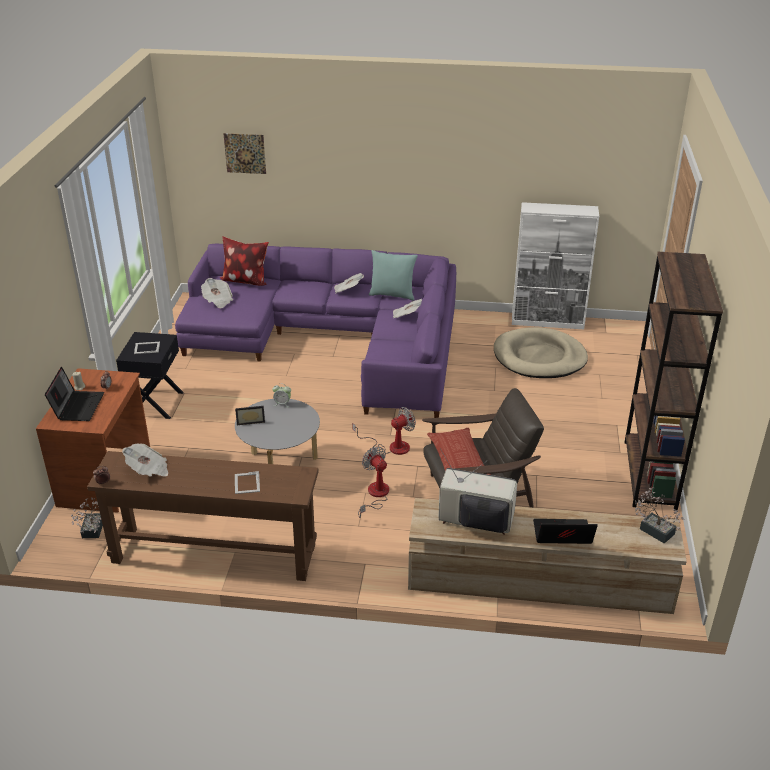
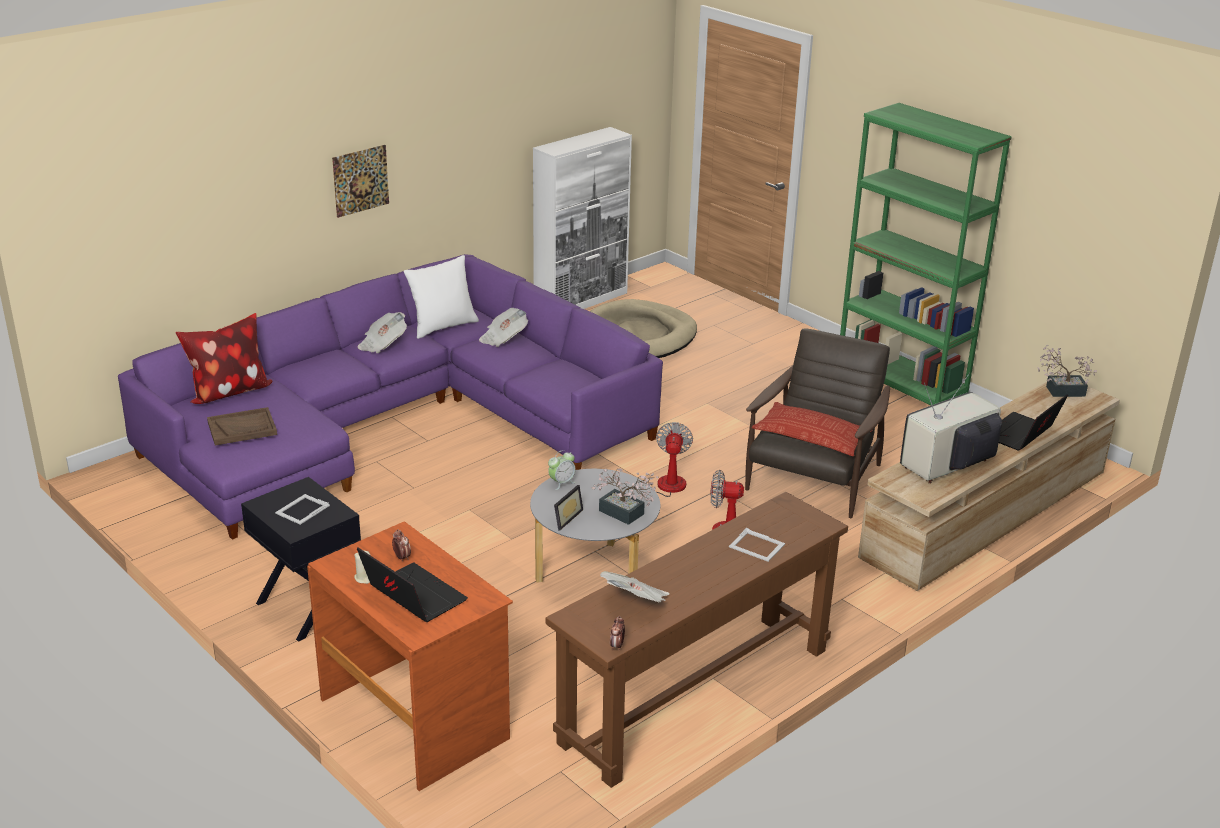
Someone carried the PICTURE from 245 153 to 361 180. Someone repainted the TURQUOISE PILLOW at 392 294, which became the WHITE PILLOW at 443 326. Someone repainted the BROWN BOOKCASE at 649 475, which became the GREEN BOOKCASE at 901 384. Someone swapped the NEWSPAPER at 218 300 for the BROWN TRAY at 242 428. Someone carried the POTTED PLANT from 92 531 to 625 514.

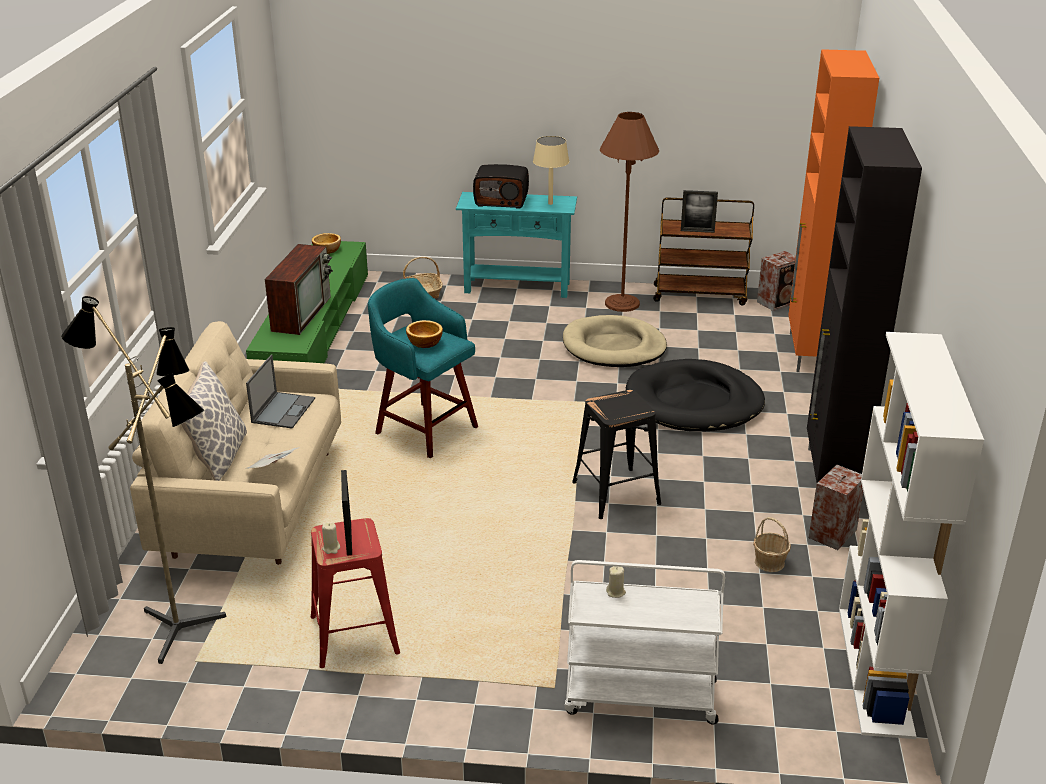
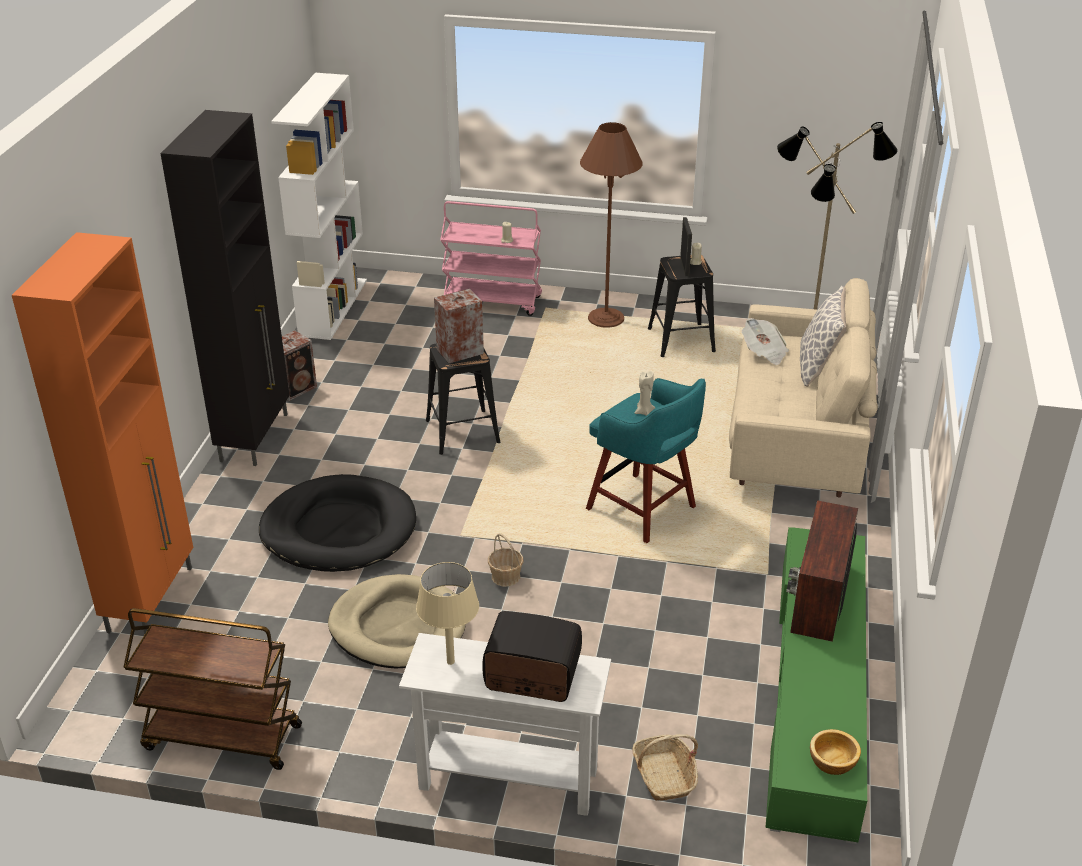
Someone carried the BROWN FLOOR LAMP from 622 303 to 606 318. Someone took away the PICTURE FRAME at 697 231. Someone repainted the TURQUOISE CONSOLE TABLE at 517 287, which became the WHITE CONSOLE TABLE at 508 779. Someone carried the SPEAKER from 777 302 to 458 351. Someone swapped the BOWL at 424 342 for the BEIGE CANDLE at 644 412. Someone took away the LAPTOP at 283 410. Someone carried the BASKET from 769 562 to 505 577. Someone repainted the RED STOOL at 355 635, which became the BLACK STOOL at 680 341. Someone repainted the WHITE CART at 639 698, which became the PINK CART at 492 301.

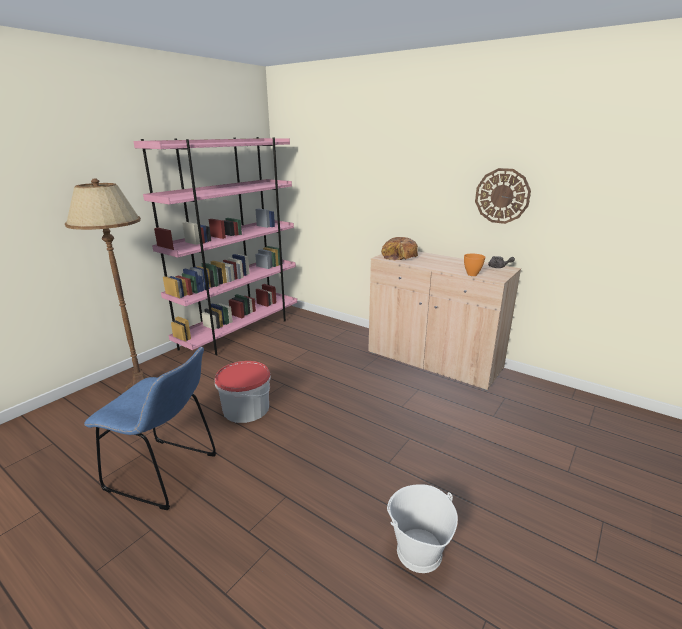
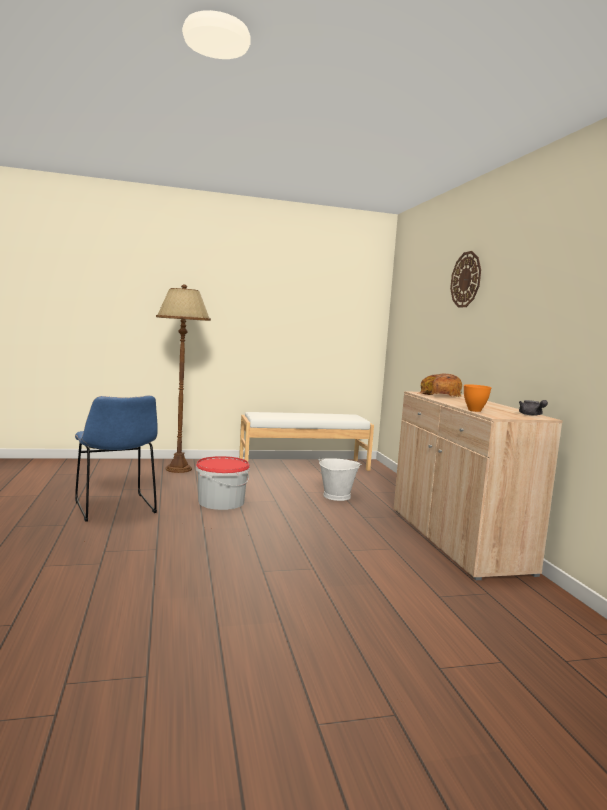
Someone swapped the PINK BOOKCASE at 240 331 for the WHITE BENCH at 303 465. Someone carried the WALL CLOCK from 502 196 to 466 279. Someone carried the WHITE BUCKET from 418 552 to 336 496.

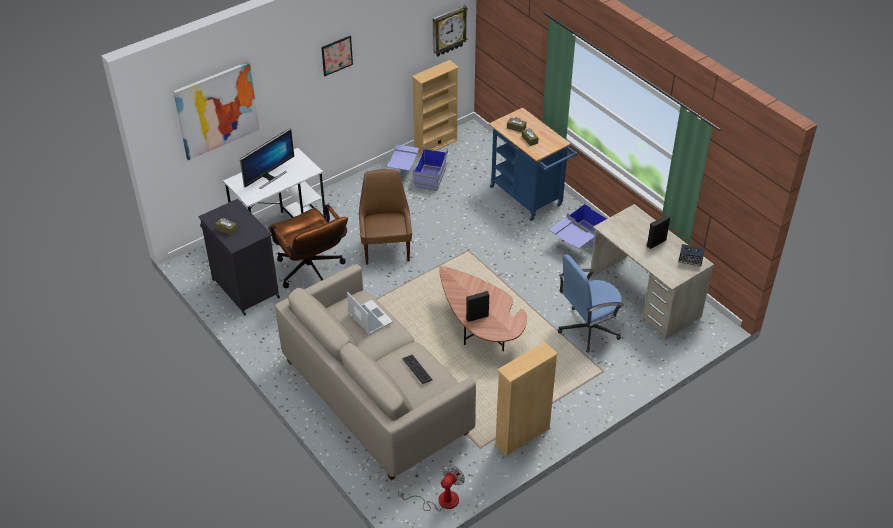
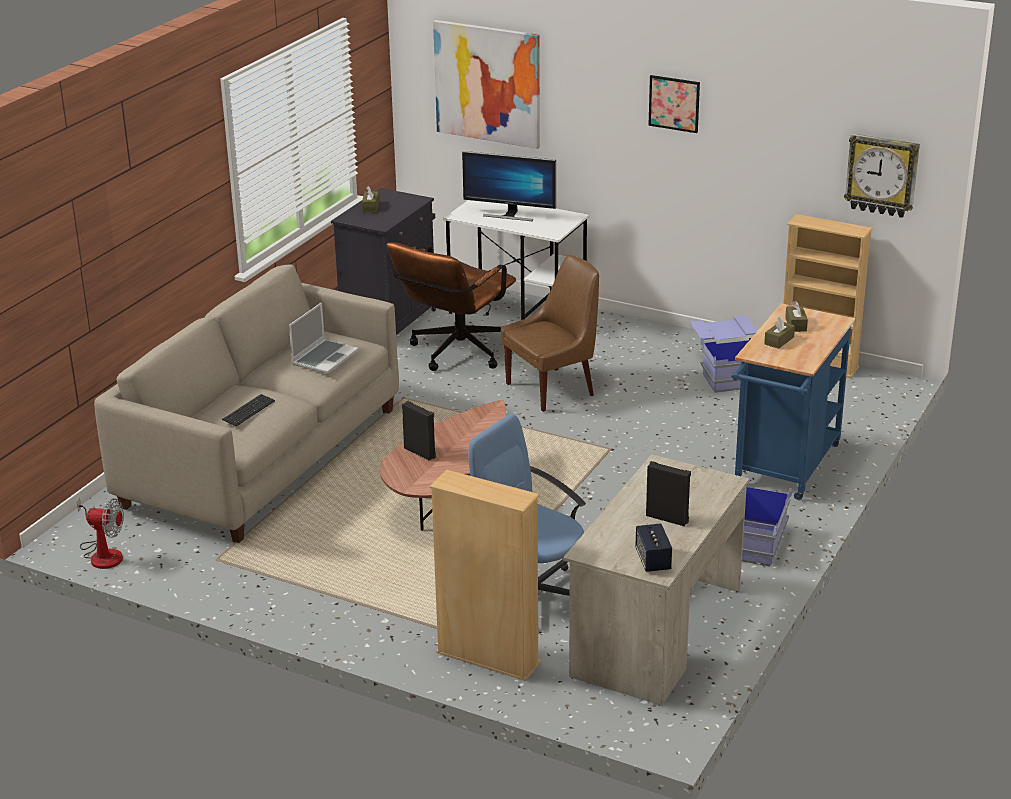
Someone carried the BEIGE BOOKCASE from 522 436 to 488 658.

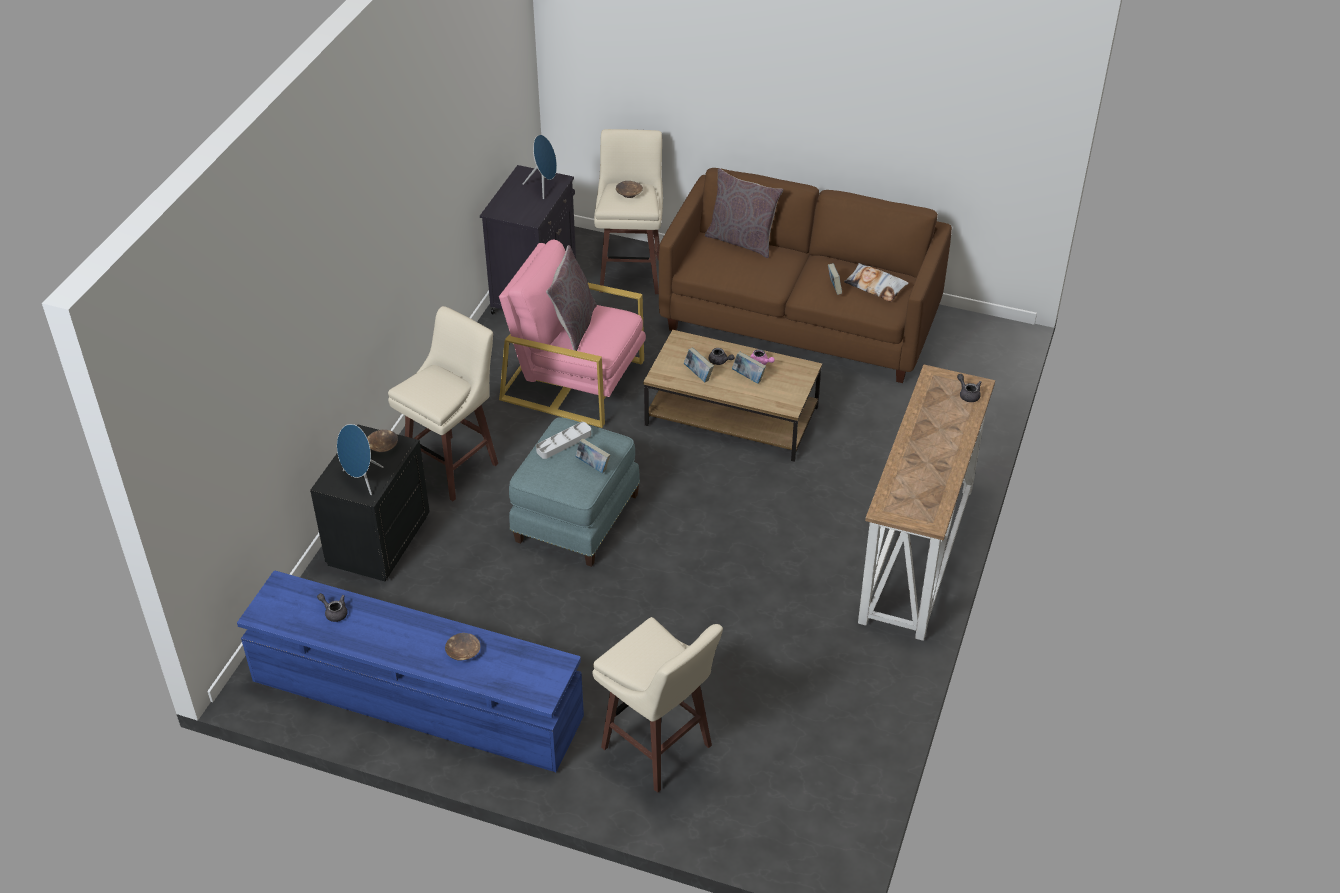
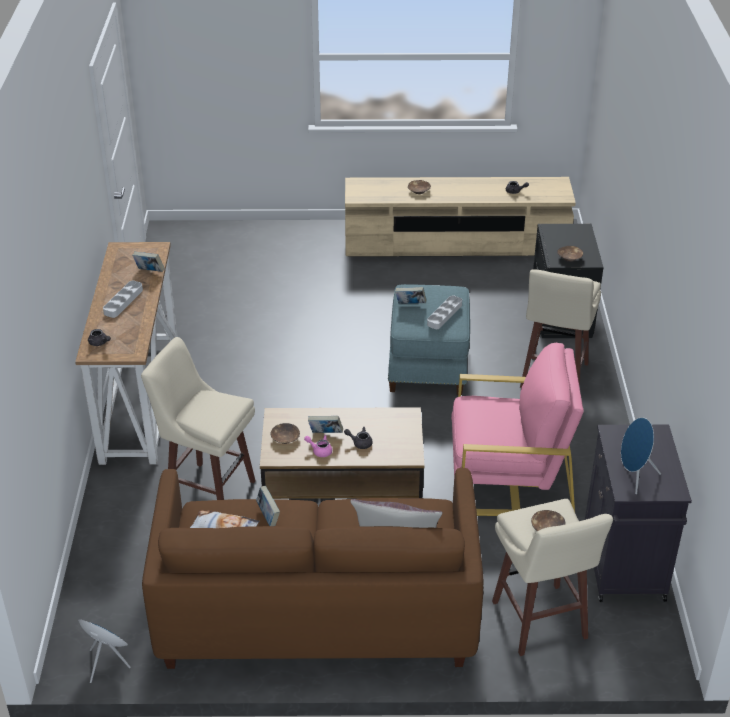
Someone took away the GREY PILLOW at 573 326. Someone carried the BOOK from 698 374 to 149 271. Someone carried the BLUE SPEAKER from 361 480 to 106 663. Someone repainted the BLUE TV STAND at 417 699, which became the BEIGE TV STAND at 455 243. Someone carried the BEIGE STOOL from 658 749 to 209 491. Someone put down the GREY TRAY at 123 301. Someone put down the BROWN BOWL at 285 438.

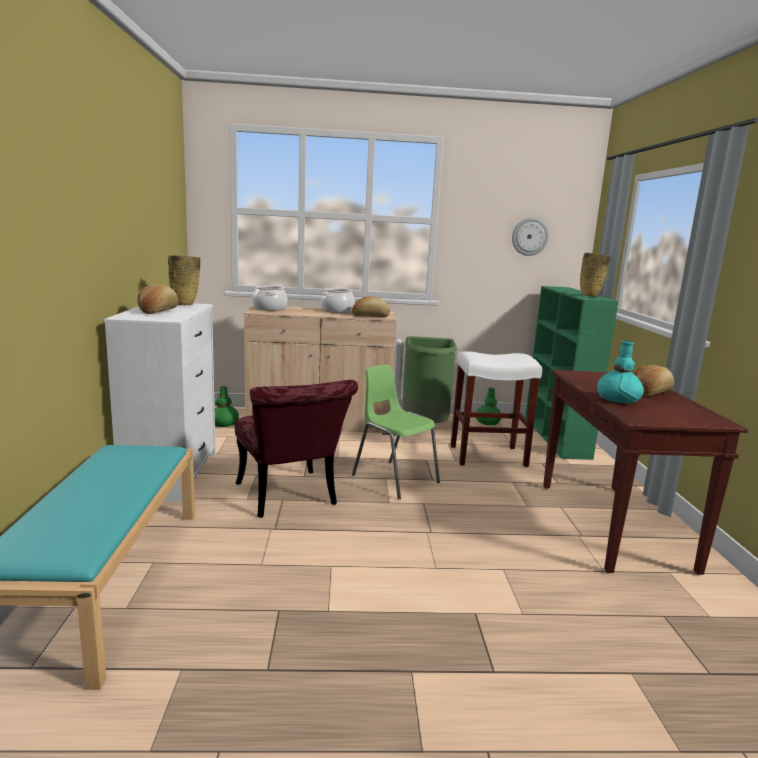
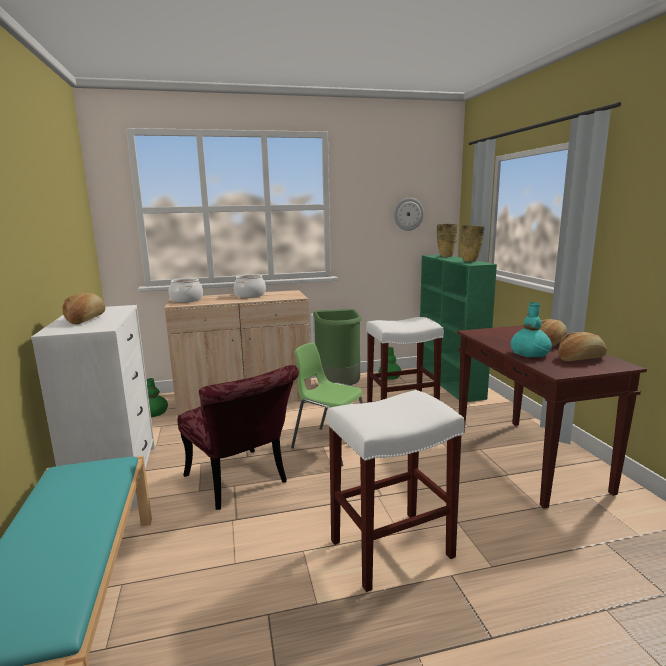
Someone carried the BEIGE VASE from 186 305 to 446 256. Someone carried the BREAD from 370 316 to 580 359. Someone put down the WHITE STOOL at 392 548.

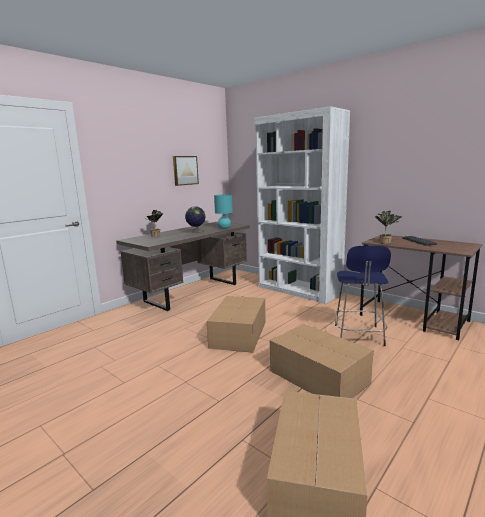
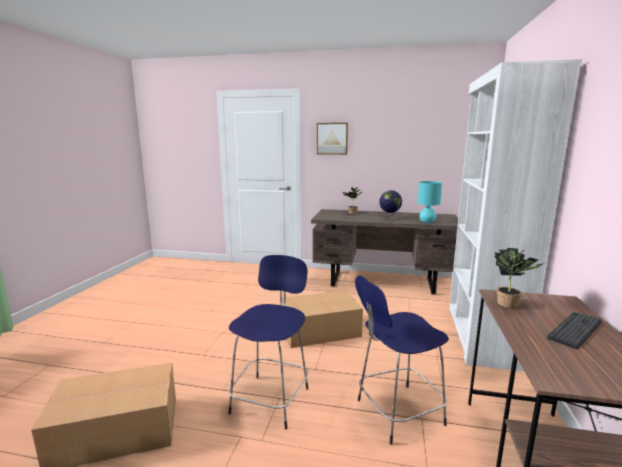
Someone carried the PICTURE from 185 170 to 332 138. Someone swapped the CARDBOARD BOX at 318 376 for the BLUE STOOL at 271 398.

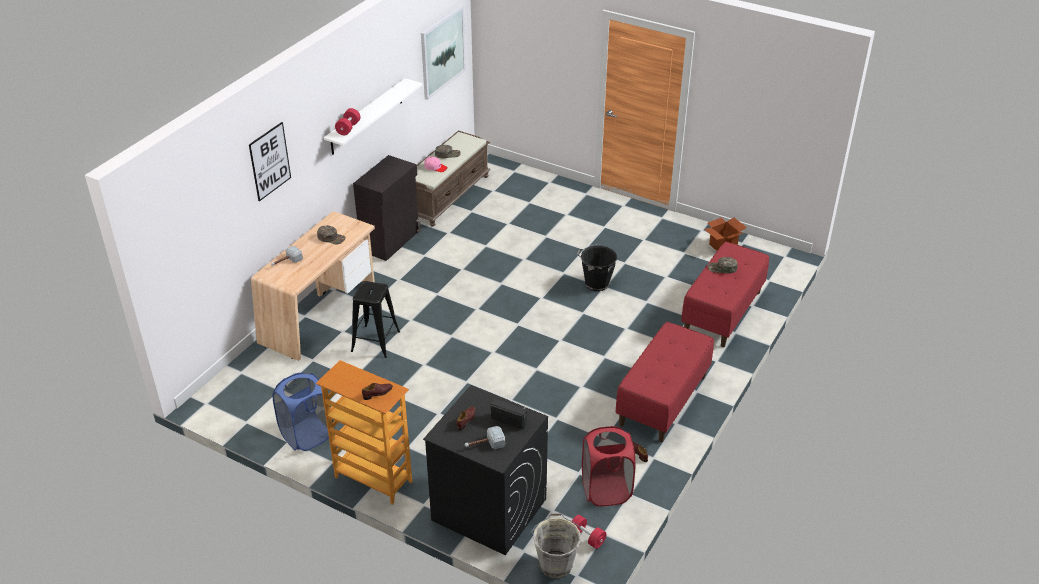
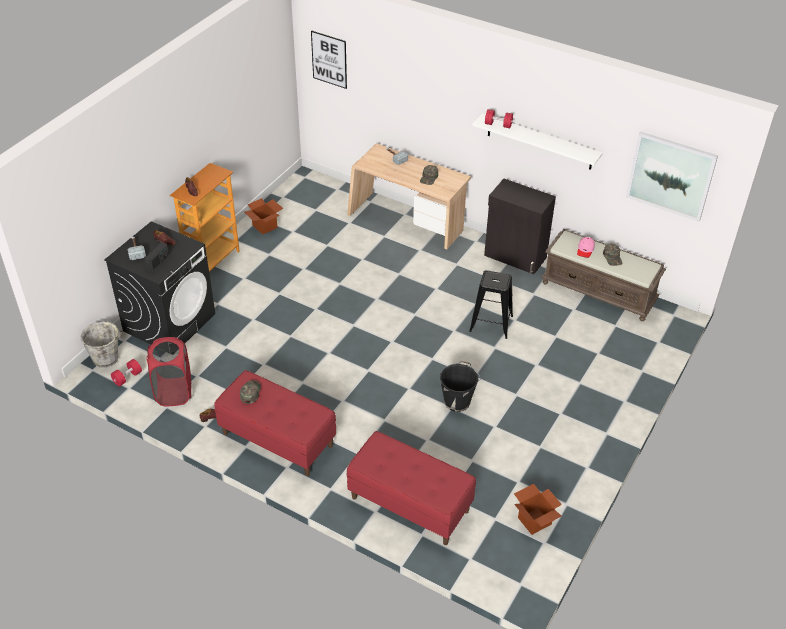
Someone carried the PICTURE from 270 161 to 329 59. Someone carried the GREEN CAP from 722 268 to 250 392. Someone carried the BLACK STOOL from 375 341 to 491 323. Someone swapped the BLUE LAUNDRY BASKET at 307 435 for the CARDBOARD BOX at 264 226.

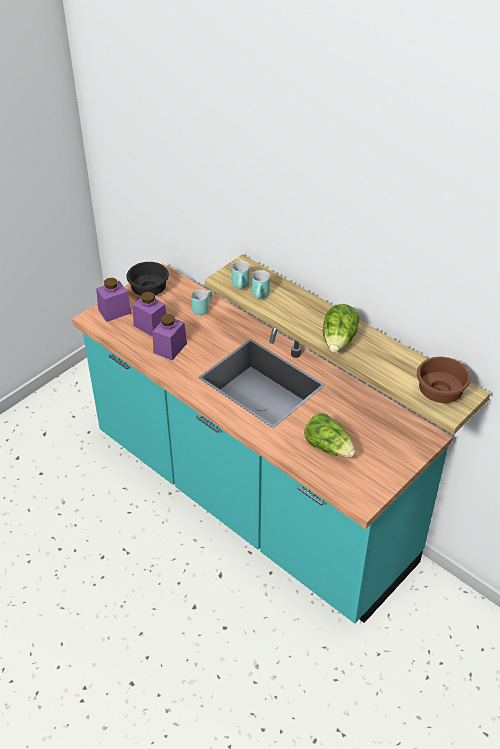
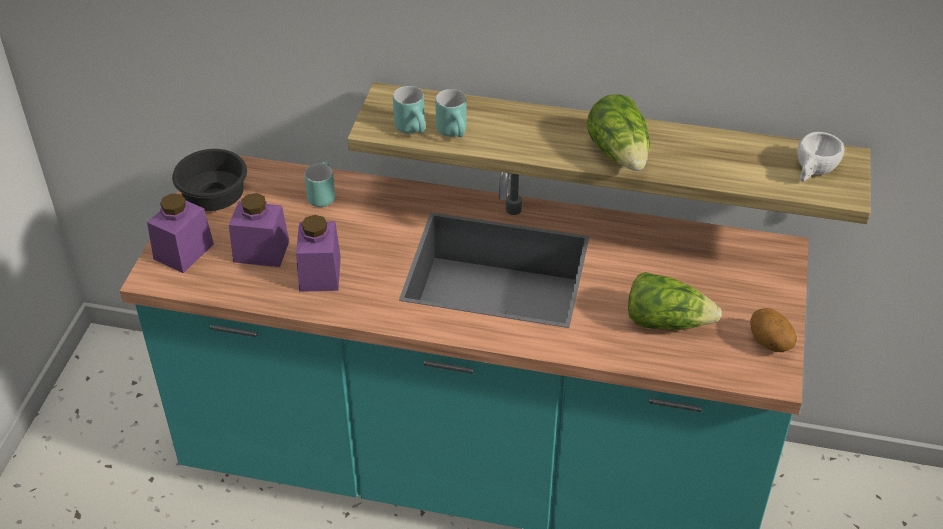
Someone swapped the BROWN BOWL at 441 392 for the WHITE CUP at 813 172. Someone put down the POTATO at 769 343.

